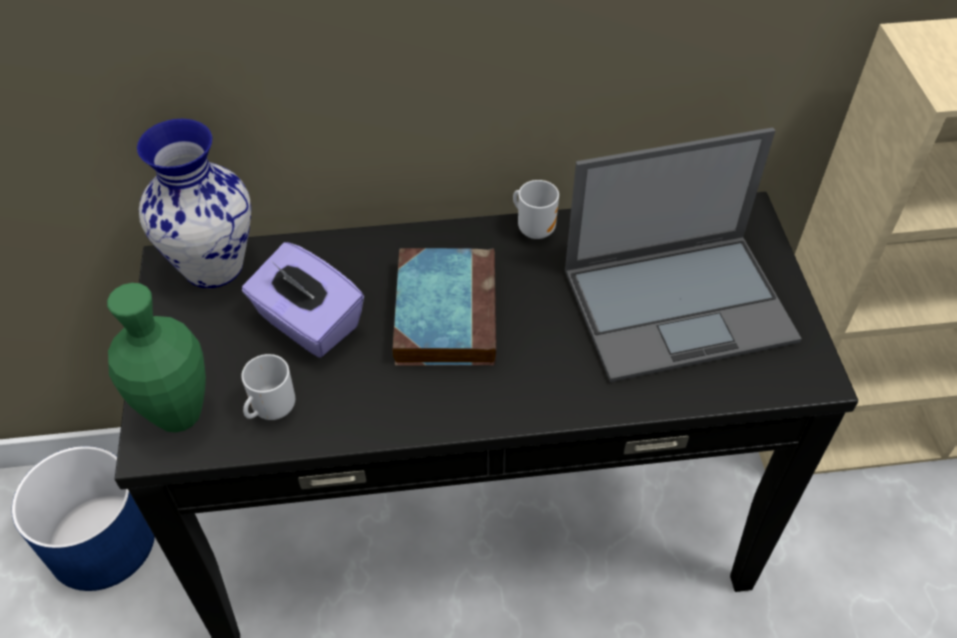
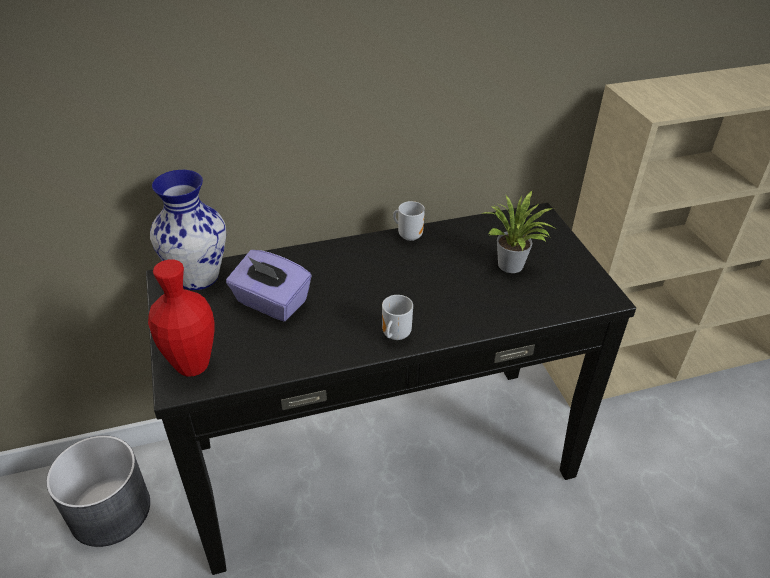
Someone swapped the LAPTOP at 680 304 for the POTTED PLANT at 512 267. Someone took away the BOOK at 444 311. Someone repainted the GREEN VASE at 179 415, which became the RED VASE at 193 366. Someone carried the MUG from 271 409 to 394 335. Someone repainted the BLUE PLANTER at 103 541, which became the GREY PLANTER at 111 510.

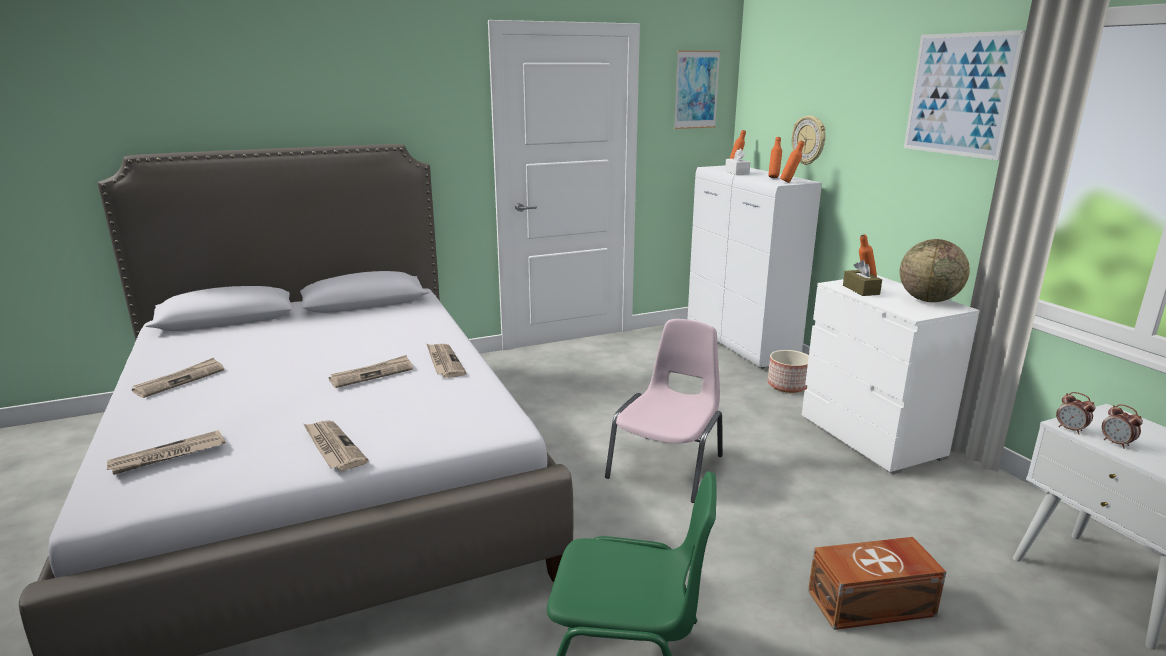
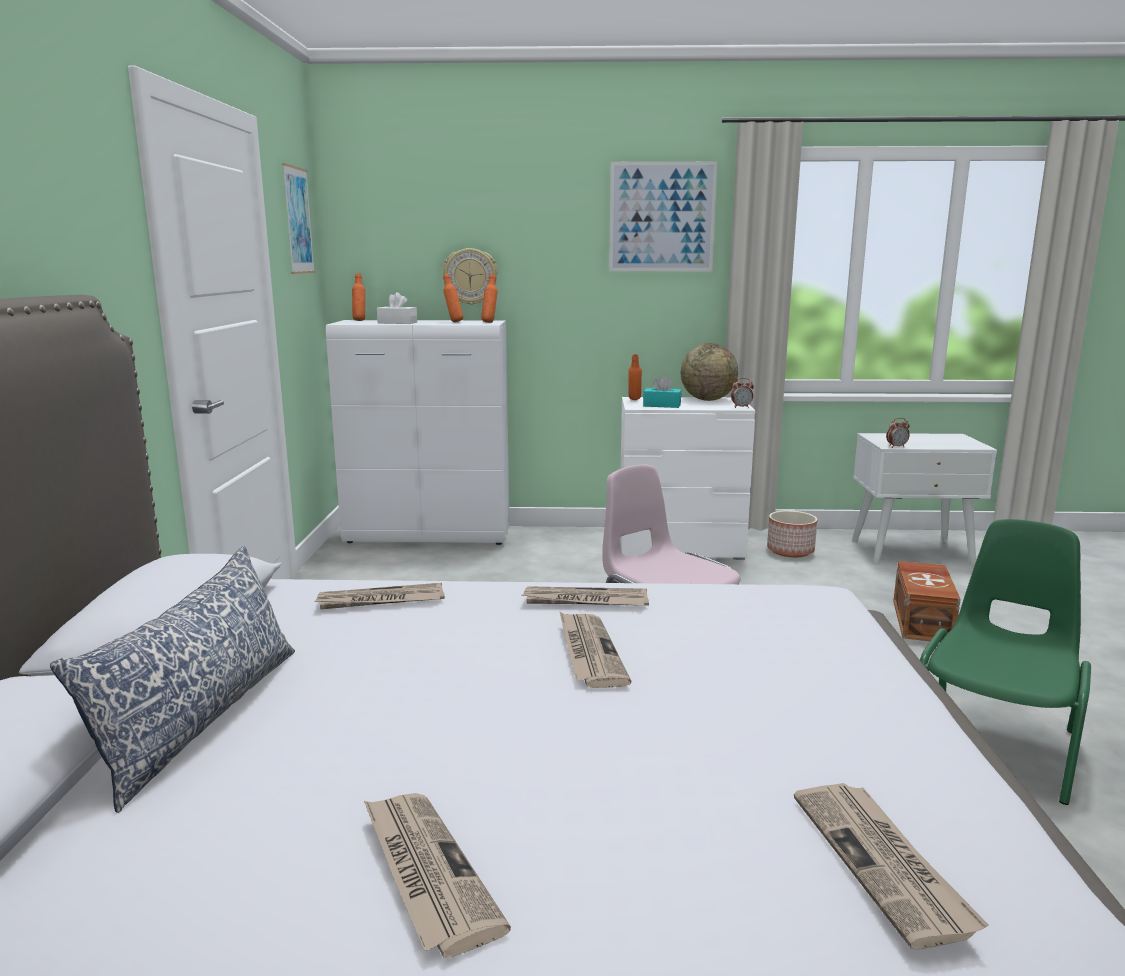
Someone repainted the BROWN TISSUE BOX at 861 290, which became the TURQUOISE TISSUE BOX at 662 405. Someone carried the PLANTER from 787 385 to 789 551. Someone carried the ALARM CLOCK from 1116 443 to 741 407. Someone carried the NEWSPAPER from 333 447 to 380 601. Someone put down the PILLOW at 201 717.

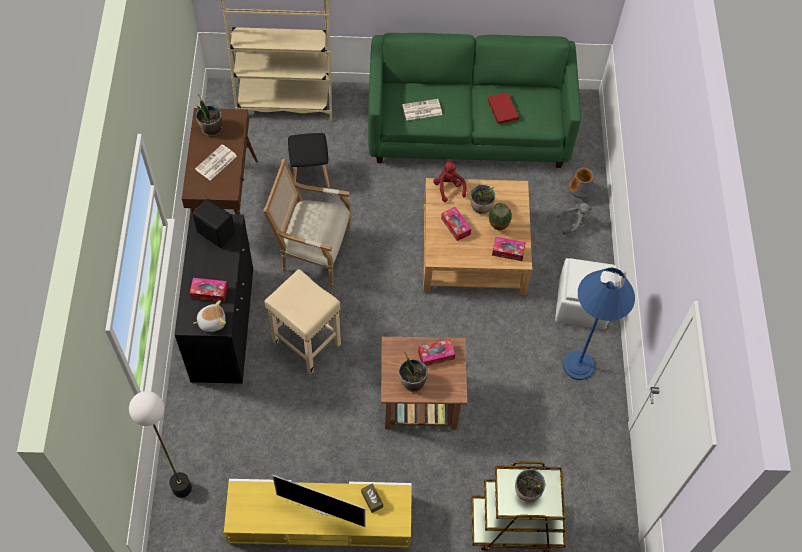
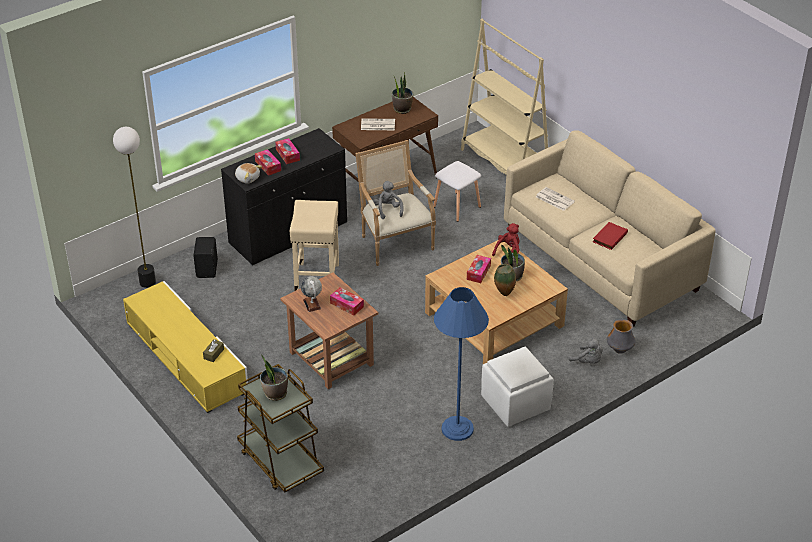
Someone repainted the GREEN SOFA at 468 128, which became the BEIGE SOFA at 601 260. Someone repainted the BLACK STOOL at 310 174, which became the WHITE STOOL at 457 207. Someone carried the BLACK SPEAKER from 216 232 to 208 269. Someone carried the TISSUE BOX from 508 251 to 287 155. Someone swapped the POTTED PLANT at 412 382 for the GLOBE at 312 304. Someone took away the TELEVISION at 322 509. Someone put down the GREY PLUSH TOY at 388 210.

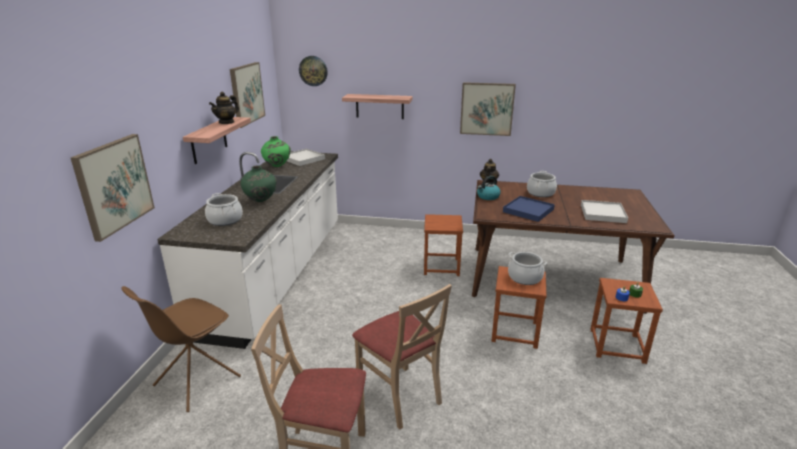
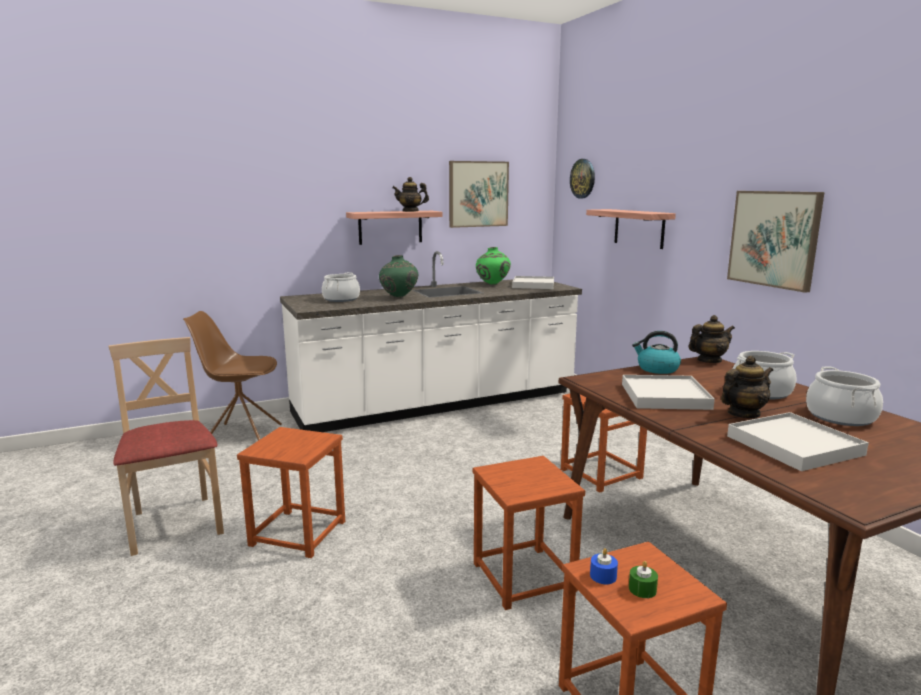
Someone took away the PICTURE at 114 185. Someone repainted the BLUE TRAY at 528 210, which became the WHITE TRAY at 665 396. Someone carried the COOKING POT from 525 278 to 840 417. Someone swapped the BEIGE CHAIR at 400 396 for the BROWN STOOL at 297 533. Someone put down the TEAPOT at 743 414.

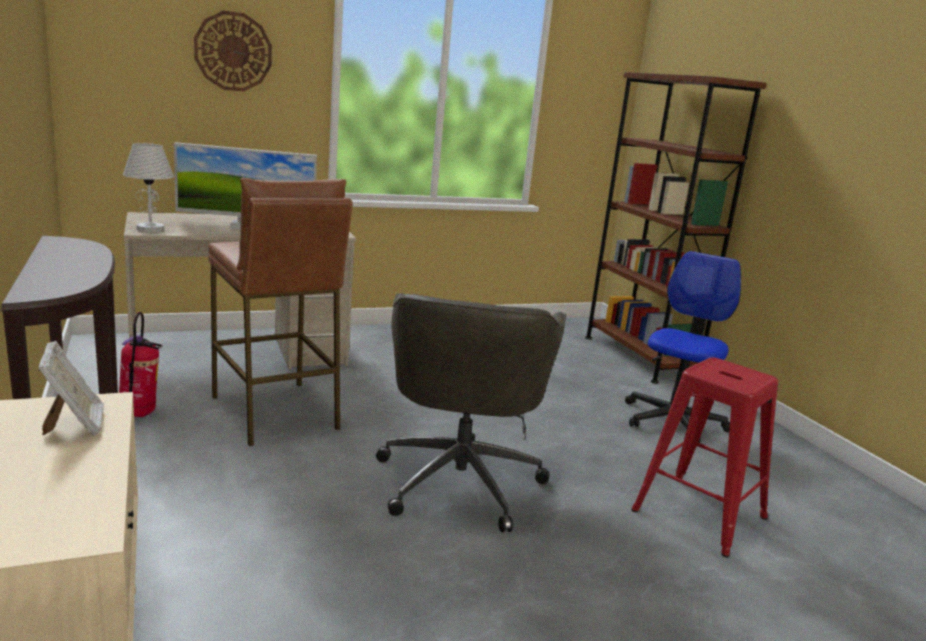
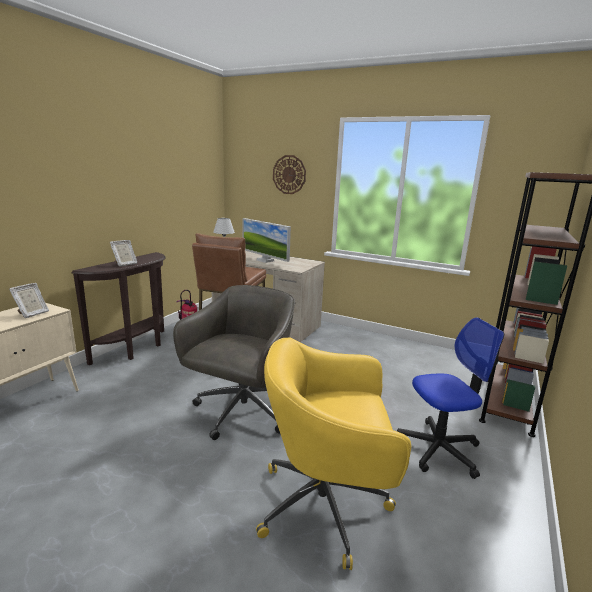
Someone rotated the GREY OFFICE CHAIR at 460 479 by 150 degrees clockwise. Someone swapped the RED STOOL at 697 514 for the YELLOW OFFICE CHAIR at 327 504. Someone put down the PICTURE FRAME at 125 264.

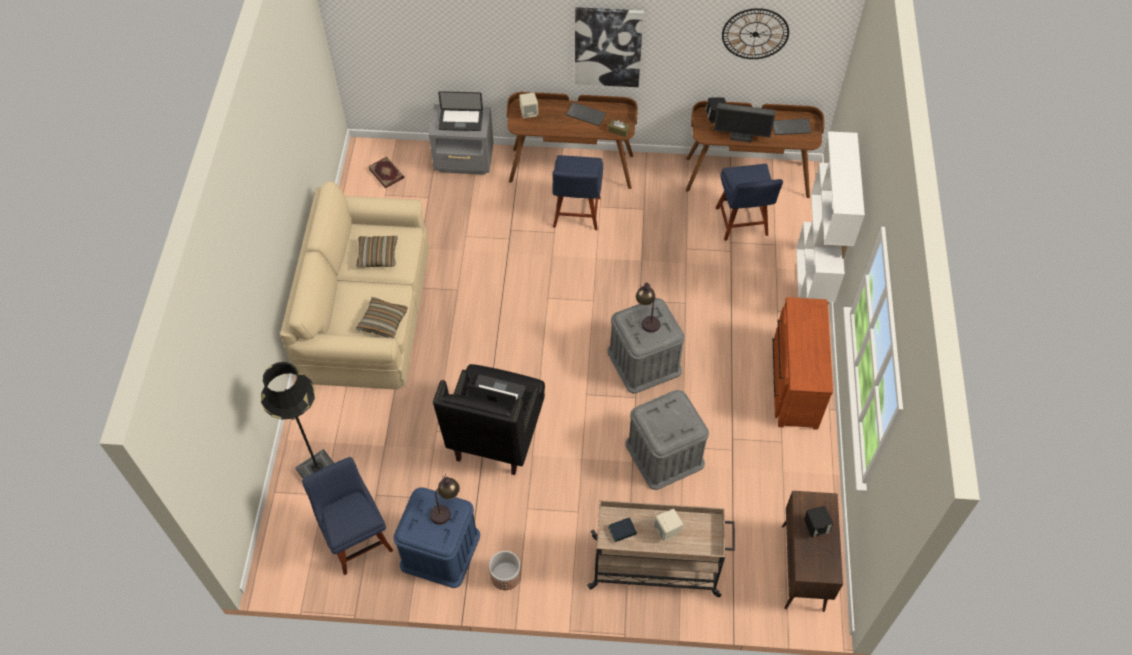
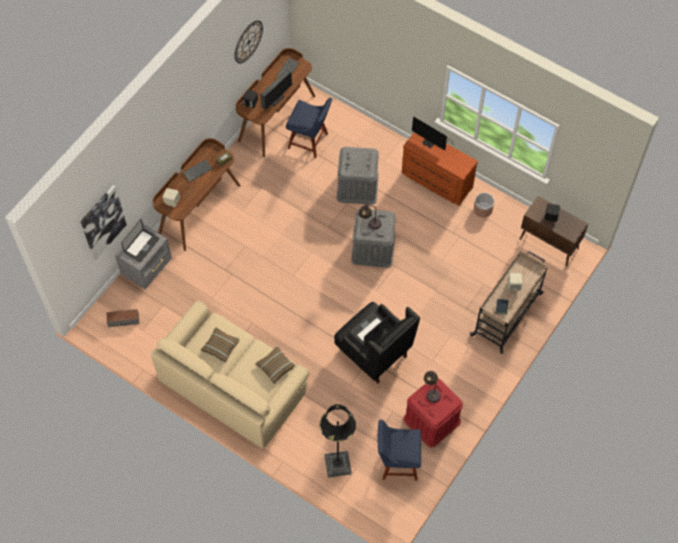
Someone carried the PICTURE from 608 47 to 102 222. Someone took away the WHITE BOOKCASE at 811 287. Someone took away the BLUE CHAIR at 576 214. Someone swapped the BOOK at 387 173 for the SPEAKER at 123 320. Someone carried the GREY STORAGE BOX from 664 454 to 357 186. Someone repainted the BLUE STORAGE BOX at 440 550, which became the RED STORAGE BOX at 432 420. Someone carried the PLANTER from 505 576 to 483 209. Someone put down the MONITOR at 430 143.

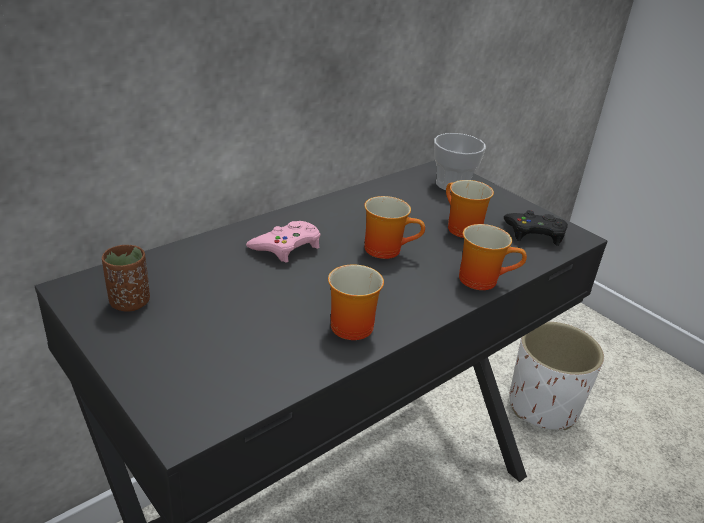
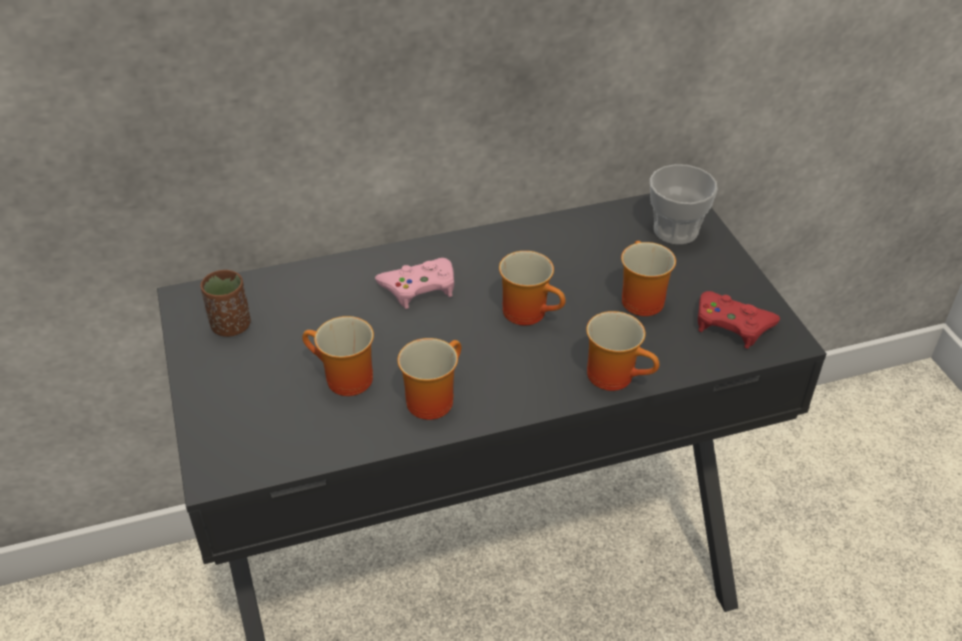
Someone repainted the BLACK GAME CONTROLLER at 535 233, which became the RED GAME CONTROLLER at 732 324. Someone took away the WHITE PLANTER at 543 406. Someone put down the MUG at 342 380.

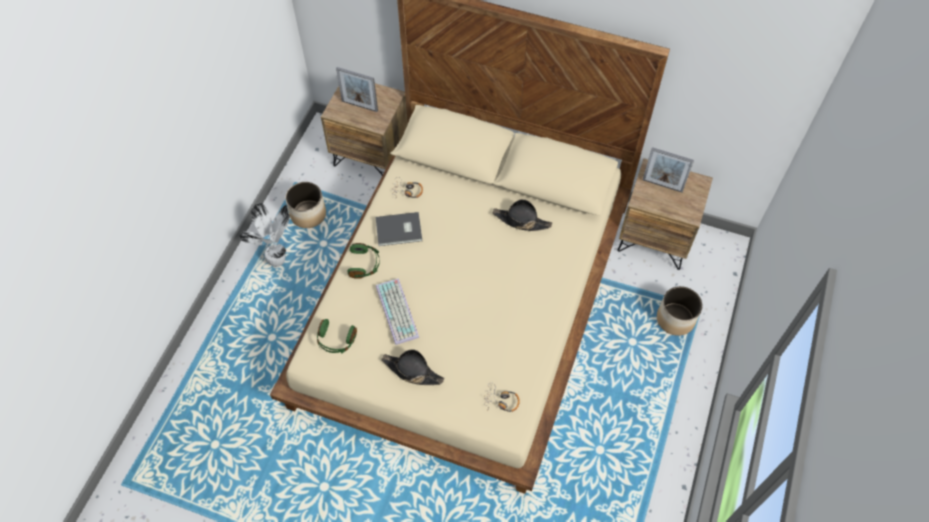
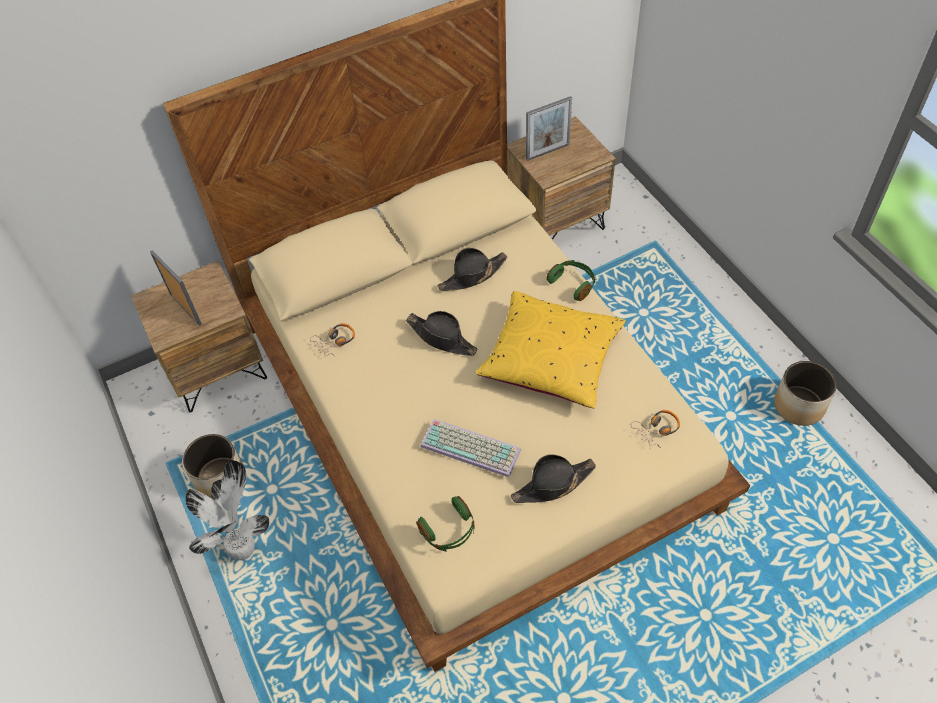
Someone rotated the PICTURE FRAME at 359 106 by 105 degrees counterclockwise. Someone took away the GREY BOOK at 399 231. Someone carried the GREEN HEADPHONES from 364 264 to 573 283. Someone carried the PLANTER from 675 318 to 798 405. Someone put down the YELLOW PILLOW at 551 359. Someone put down the BLACK HAT at 442 338.

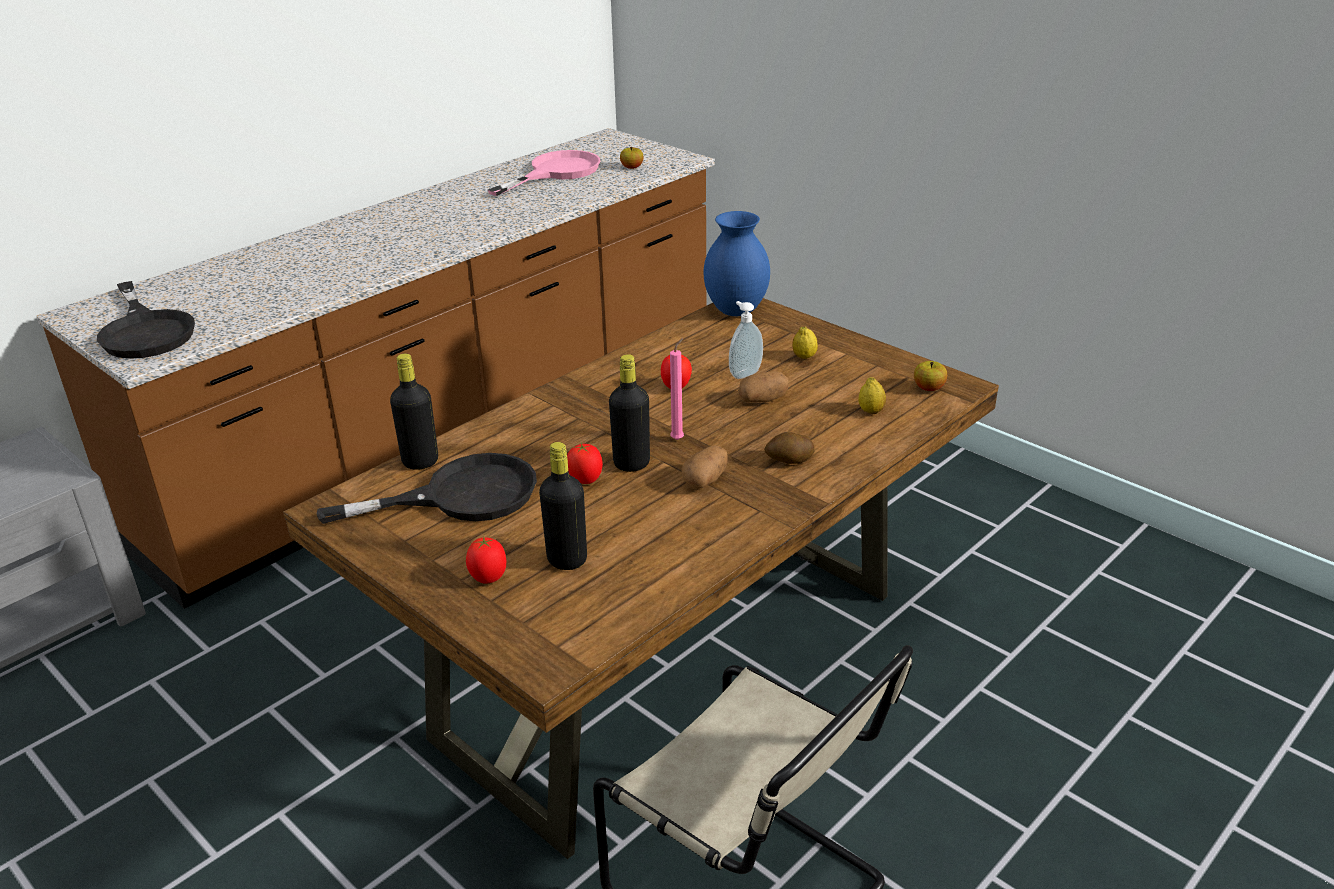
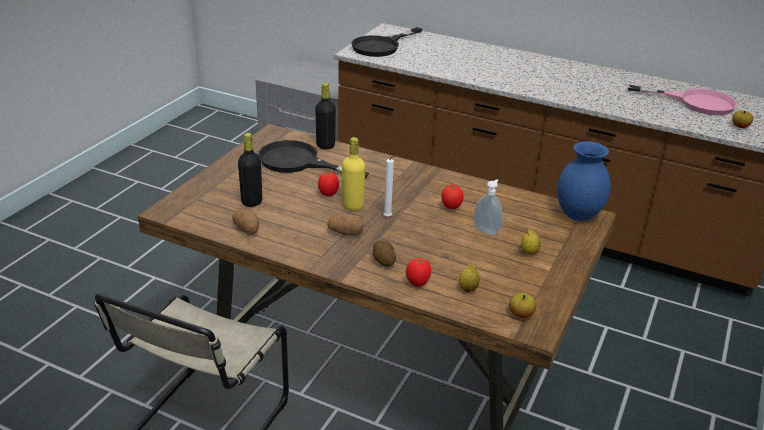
Someone repainted the PINK CANDLE at 678 439, which became the WHITE CANDLE at 388 217. Someone repainted the BLACK BOTTLE at 631 463, which became the YELLOW BOTTLE at 353 206. Someone carried the POTATO from 762 400 to 247 230. Someone rotated the BLACK FRYING PAN at 461 496 by 150 degrees clockwise. Someone carried the TOMATO from 489 578 to 417 283.

